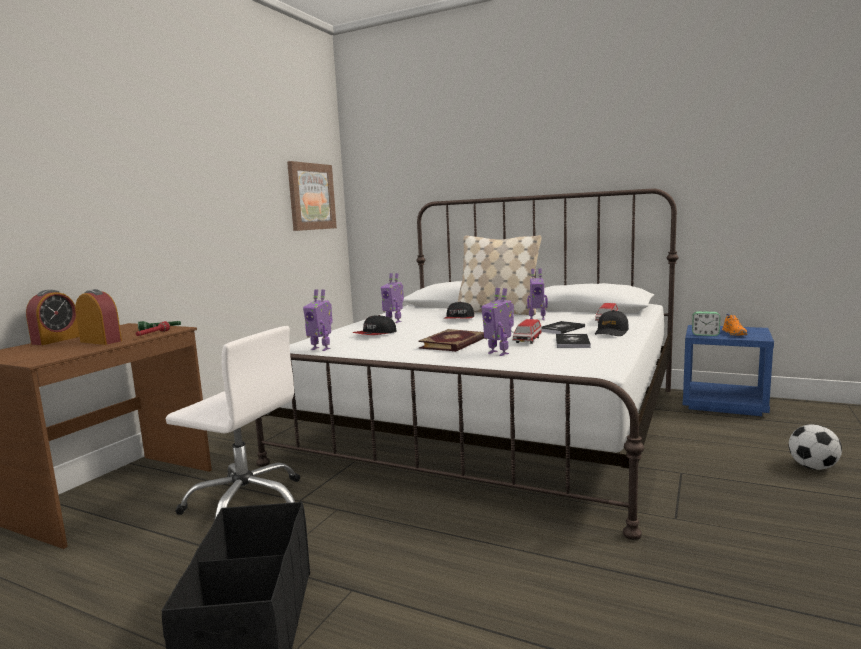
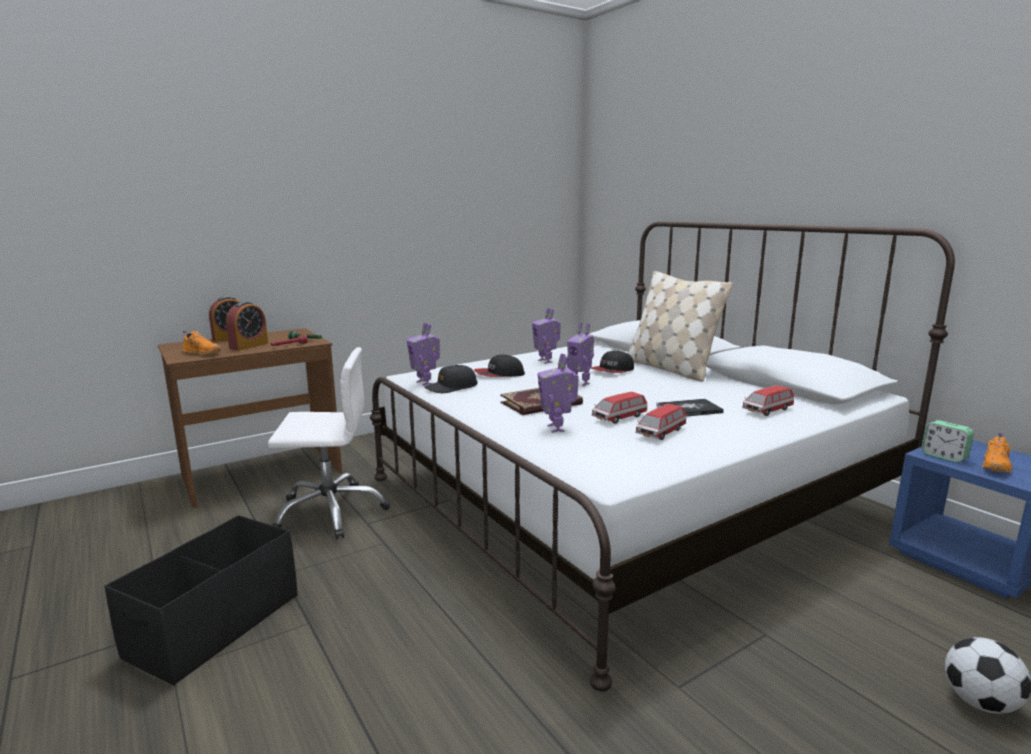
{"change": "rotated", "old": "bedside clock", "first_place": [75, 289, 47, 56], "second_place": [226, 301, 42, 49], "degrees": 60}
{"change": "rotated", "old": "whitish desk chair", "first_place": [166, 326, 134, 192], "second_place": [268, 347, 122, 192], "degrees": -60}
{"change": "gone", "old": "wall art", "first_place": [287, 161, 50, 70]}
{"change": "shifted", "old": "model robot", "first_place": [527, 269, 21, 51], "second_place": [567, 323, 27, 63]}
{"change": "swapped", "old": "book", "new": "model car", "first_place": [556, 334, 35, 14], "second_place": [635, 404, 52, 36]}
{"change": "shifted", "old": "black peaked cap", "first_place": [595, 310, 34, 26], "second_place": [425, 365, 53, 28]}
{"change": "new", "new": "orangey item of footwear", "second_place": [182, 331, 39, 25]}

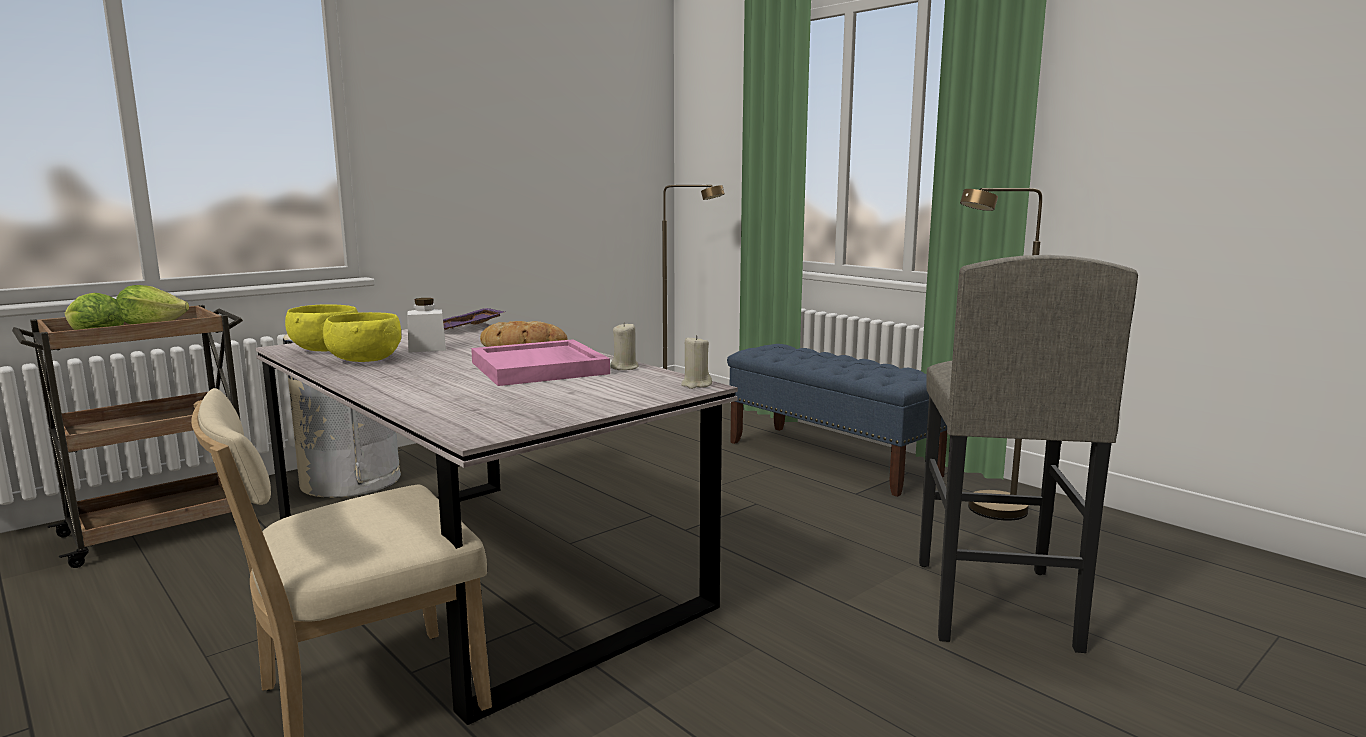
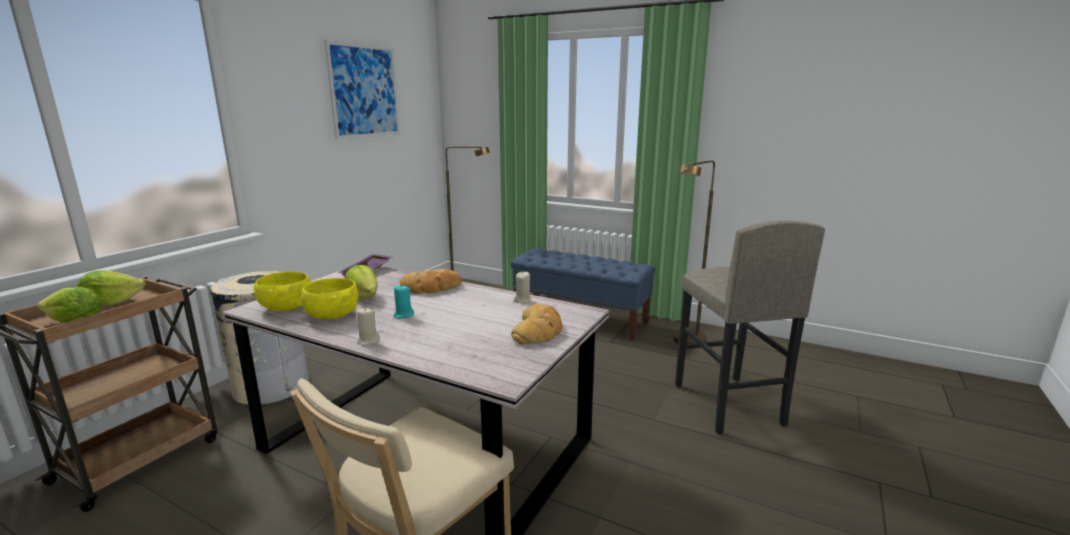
{"change": "swapped", "old": "whitish jar", "new": "lettuce", "first_place": [407, 298, 39, 55], "second_place": [345, 265, 33, 35]}
{"change": "gone", "old": "pinkish carrying tray", "first_place": [471, 339, 139, 47]}
{"change": "shifted", "old": "sand-coloured wax light", "first_place": [681, 335, 31, 54], "second_place": [356, 307, 24, 39]}
{"change": "new", "new": "wall art", "second_place": [324, 40, 76, 100]}
{"change": "new", "new": "turquoise-coloured wax light", "second_place": [394, 284, 20, 35]}
{"change": "new", "new": "baked bread", "second_place": [511, 304, 52, 41]}

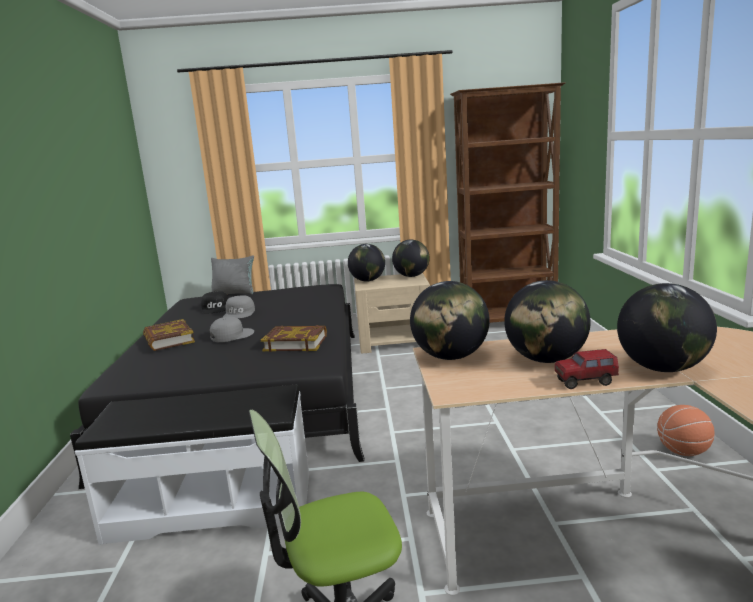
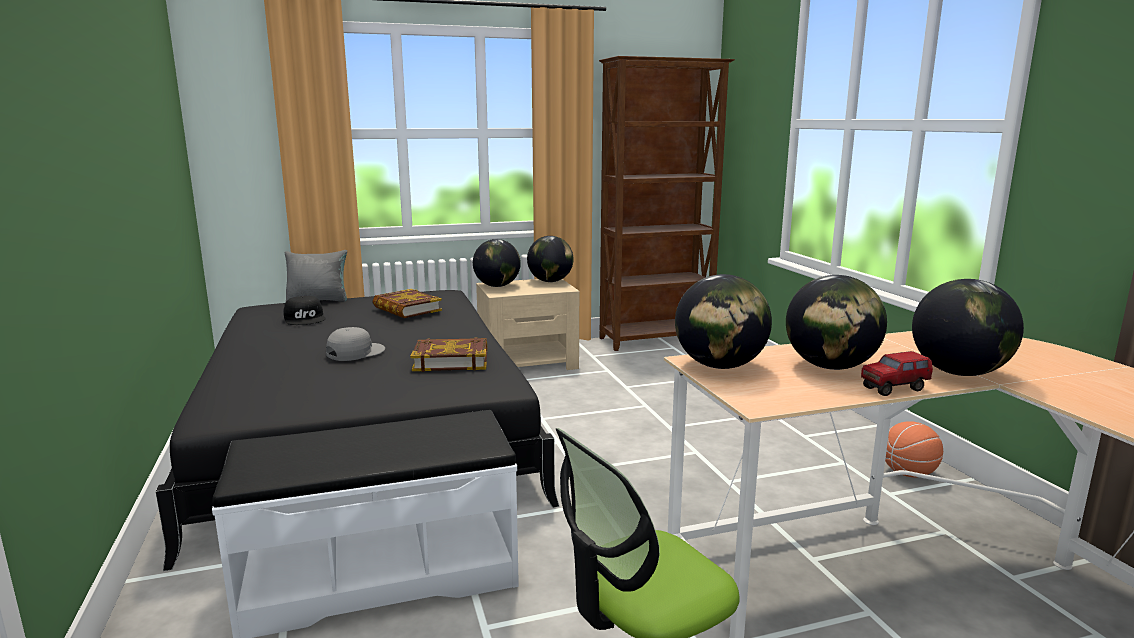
{"change": "shifted", "old": "book", "first_place": [143, 319, 52, 32], "second_place": [373, 289, 69, 29]}
{"change": "gone", "old": "greyish peaked cap", "first_place": [223, 296, 32, 23]}

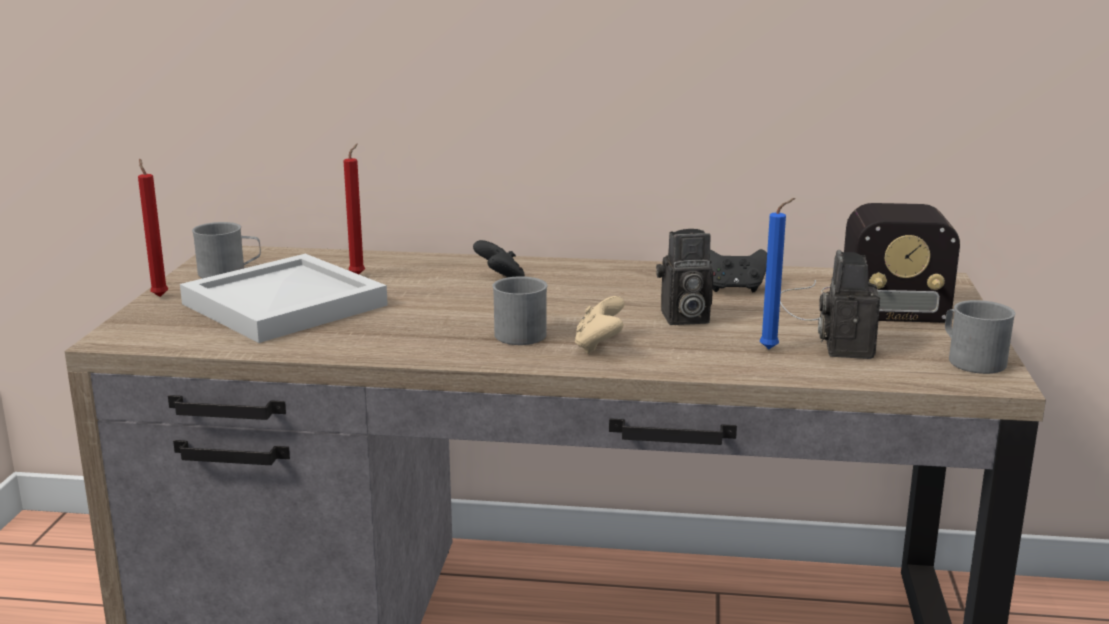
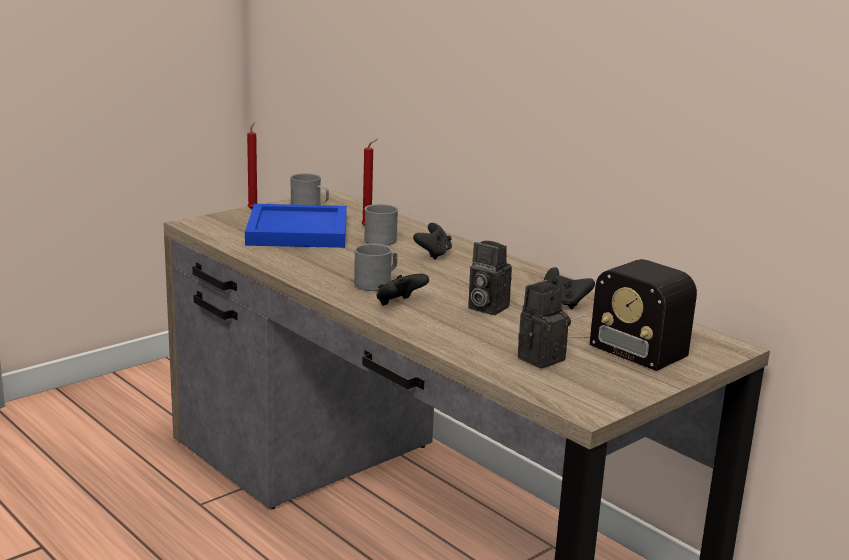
{"change": "repainted", "old": "whitish carrying tray", "new": "bluish carrying tray", "first_place": [180, 254, 208, 89], "second_place": [245, 204, 102, 44]}
{"change": "repainted", "old": "sand-coloured game controller", "new": "black game controller", "first_place": [575, 296, 50, 58], "second_place": [377, 274, 52, 32]}
{"change": "gone", "old": "bluish wax light", "first_place": [760, 198, 35, 151]}
{"change": "shifted", "old": "greyish mug", "first_place": [945, 300, 71, 74], "second_place": [365, 204, 33, 41]}

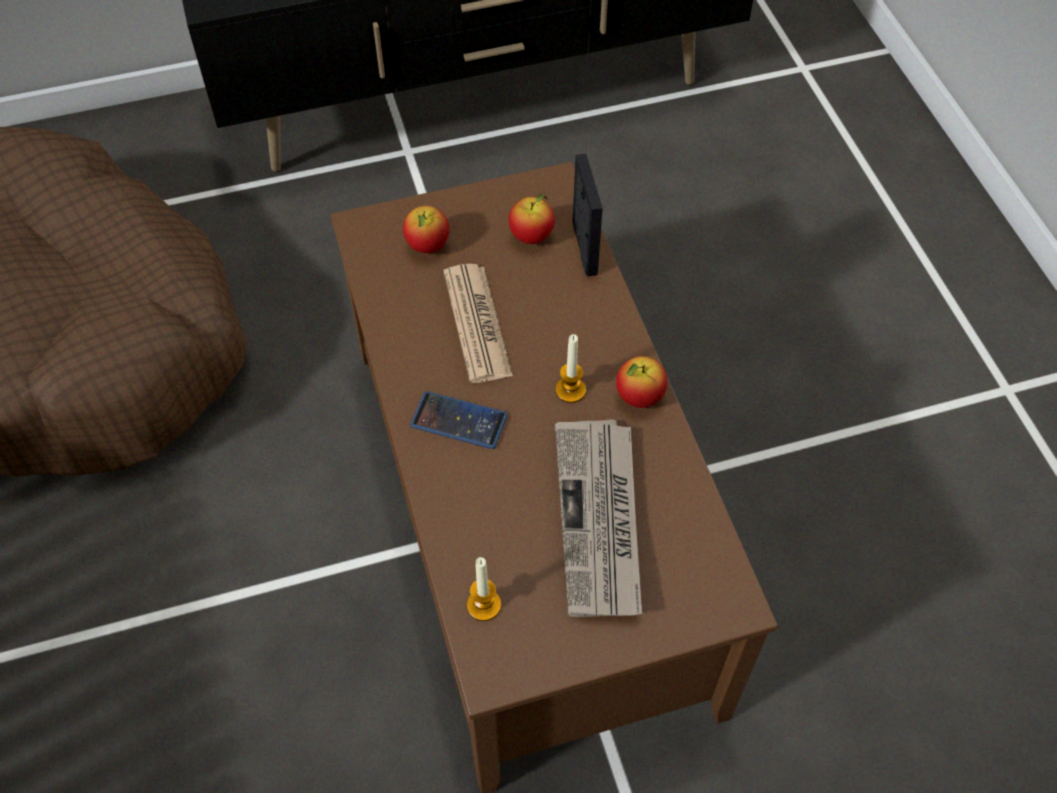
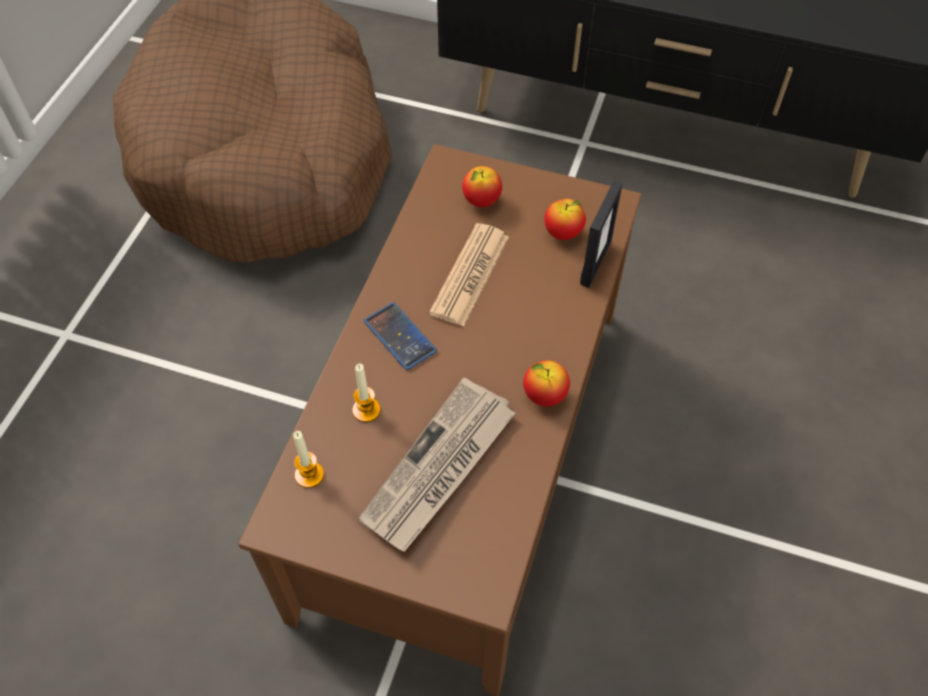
{"change": "shifted", "old": "wax light", "first_place": [555, 334, 31, 69], "second_place": [352, 364, 28, 58]}

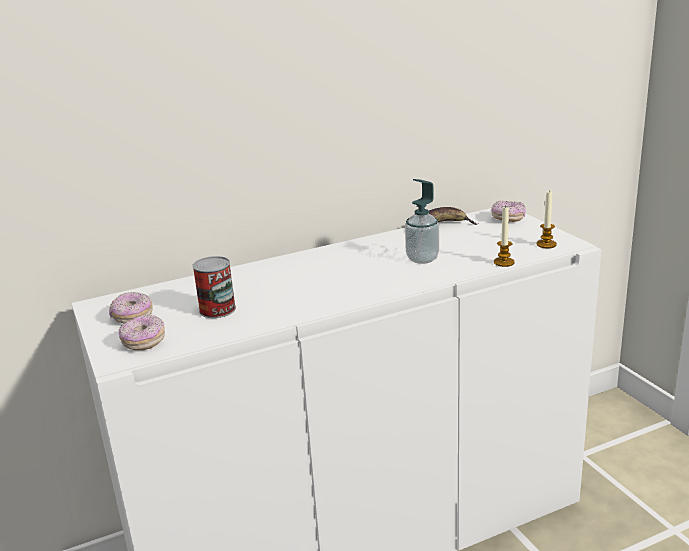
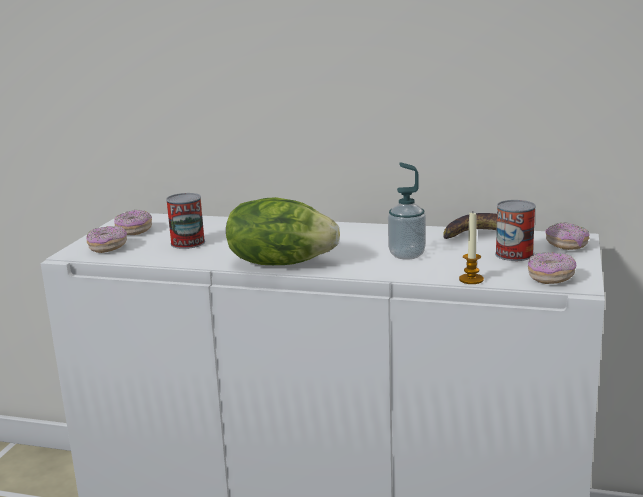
{"change": "swapped", "old": "wax light", "new": "doughnut", "first_place": [537, 189, 20, 59], "second_place": [528, 252, 49, 32]}
{"change": "new", "new": "lettuce", "second_place": [226, 197, 114, 68]}
{"change": "new", "new": "can", "second_place": [495, 200, 41, 61]}

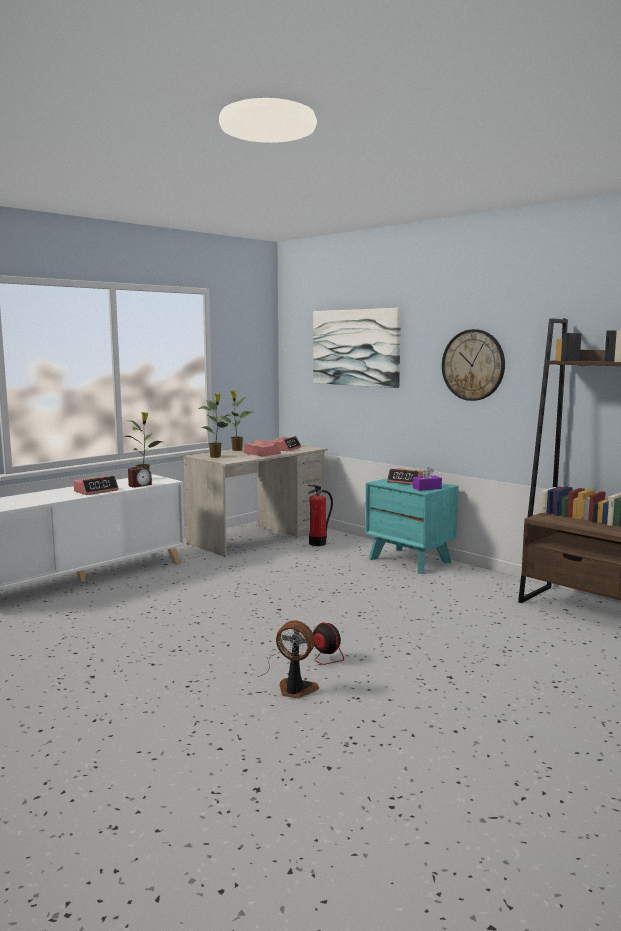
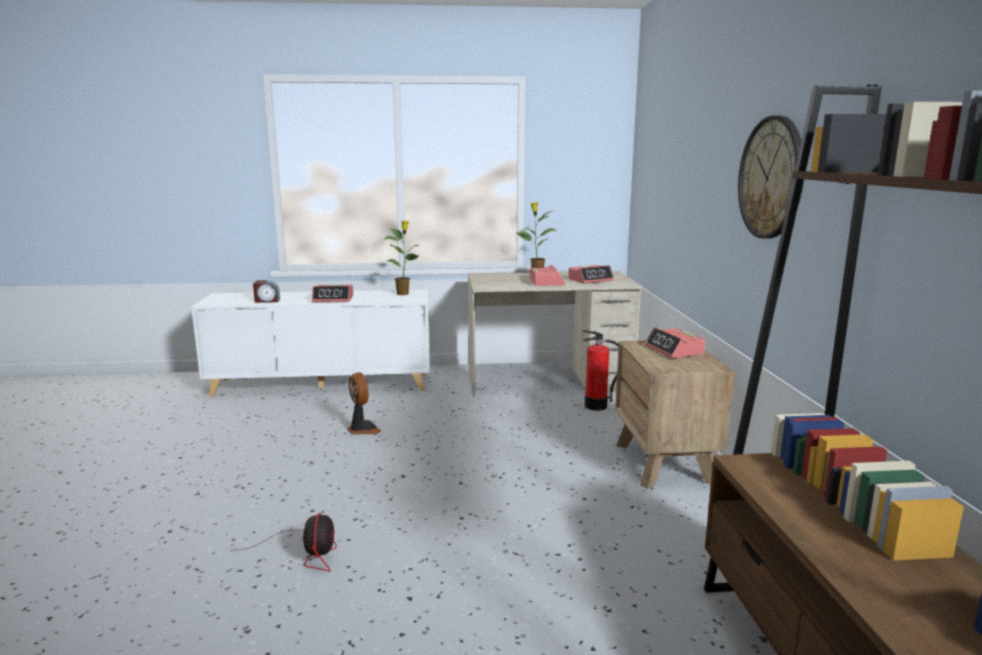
{"change": "shifted", "old": "bedside clock", "first_place": [128, 466, 24, 22], "second_place": [253, 280, 27, 23]}
{"change": "gone", "old": "houseplant", "first_place": [199, 394, 30, 64]}
{"change": "shifted", "old": "fan", "first_place": [276, 620, 43, 78], "second_place": [347, 372, 34, 62]}
{"change": "gone", "old": "wall art", "first_place": [313, 308, 88, 80]}
{"change": "repainted", "old": "turquoise-coloured night table", "new": "brownish night table", "first_place": [365, 478, 93, 96], "second_place": [615, 340, 120, 149]}
{"change": "gone", "old": "purplish box of tissues", "first_place": [413, 467, 29, 24]}

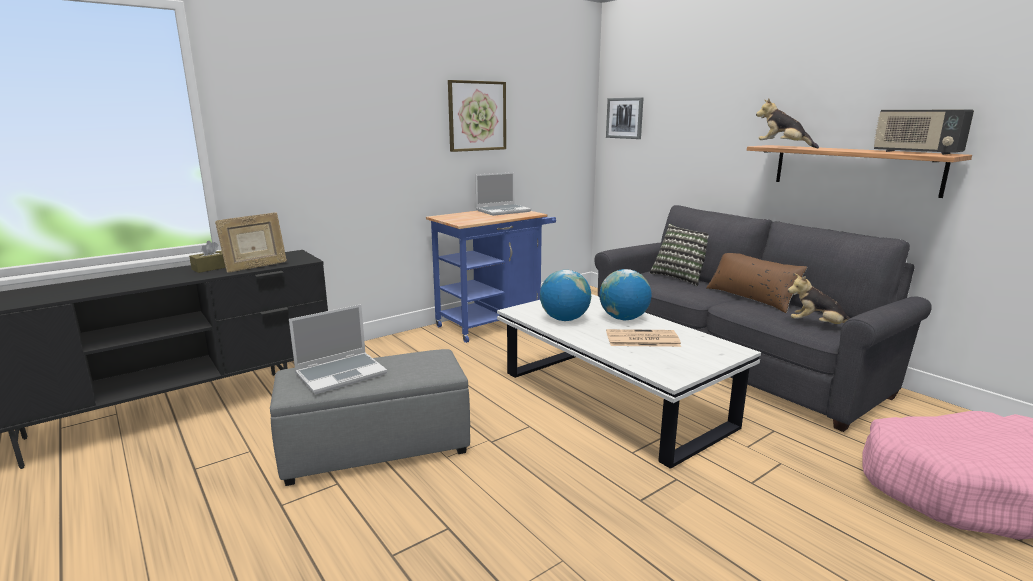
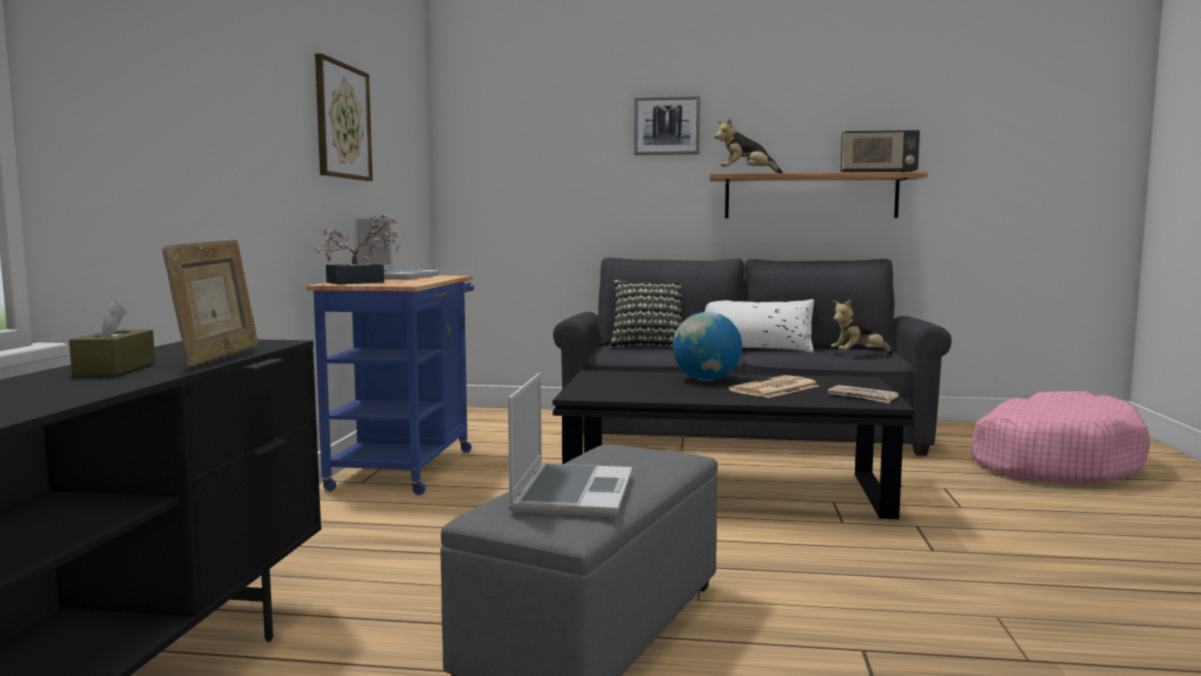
{"change": "repainted", "old": "whitish low table", "new": "black low table", "first_place": [497, 294, 264, 175], "second_place": [553, 371, 362, 148]}
{"change": "gone", "old": "globe", "first_place": [540, 270, 51, 51]}
{"change": "shifted", "old": "wall art", "first_place": [606, 97, 38, 42], "second_place": [634, 95, 67, 60]}
{"change": "repainted", "old": "brownish pillow", "new": "whitish pillow", "first_place": [706, 253, 101, 60], "second_place": [705, 299, 109, 54]}
{"change": "new", "new": "houseplant", "second_place": [315, 214, 85, 70]}
{"change": "new", "new": "printed paper", "second_place": [828, 385, 71, 19]}

